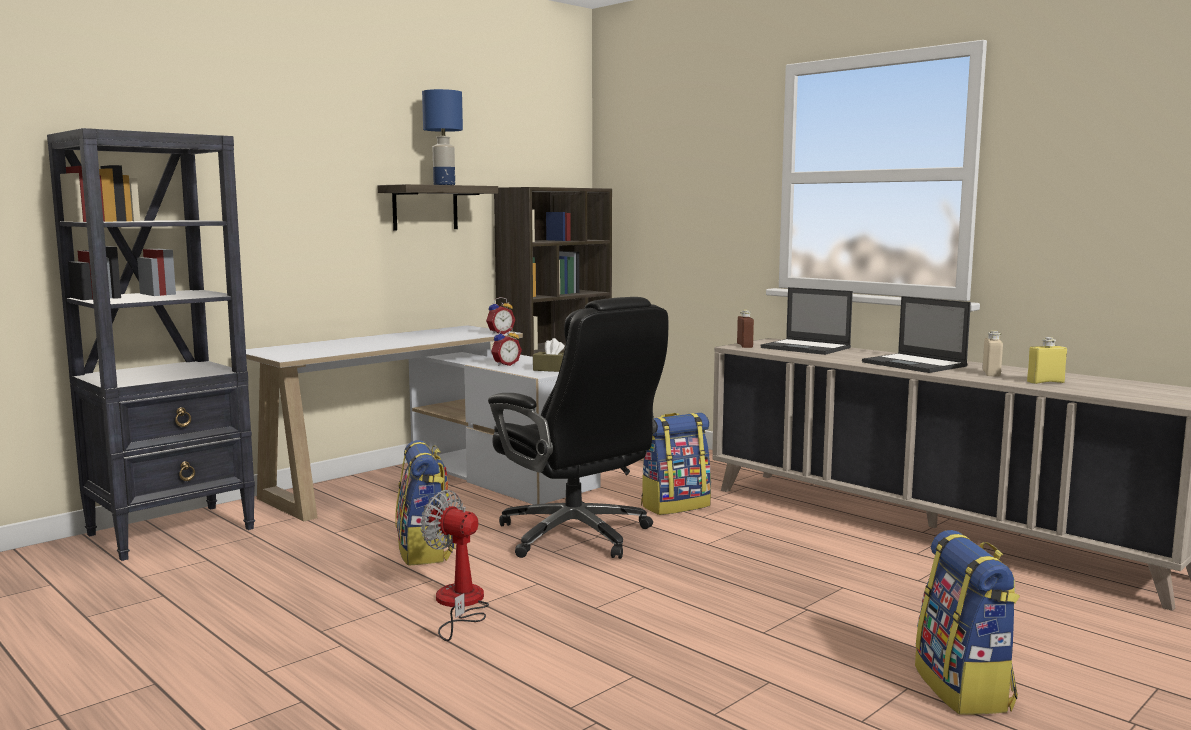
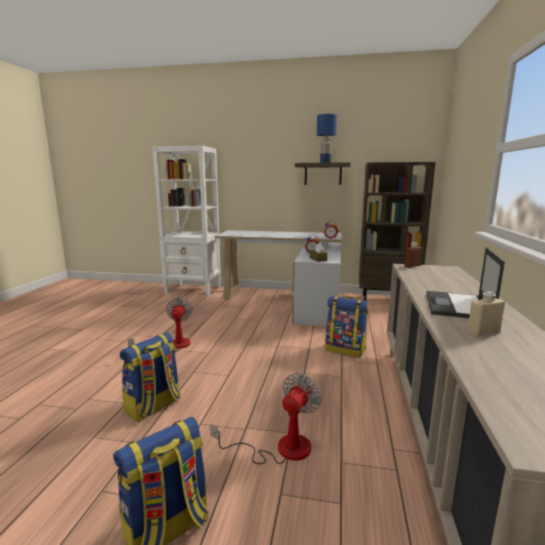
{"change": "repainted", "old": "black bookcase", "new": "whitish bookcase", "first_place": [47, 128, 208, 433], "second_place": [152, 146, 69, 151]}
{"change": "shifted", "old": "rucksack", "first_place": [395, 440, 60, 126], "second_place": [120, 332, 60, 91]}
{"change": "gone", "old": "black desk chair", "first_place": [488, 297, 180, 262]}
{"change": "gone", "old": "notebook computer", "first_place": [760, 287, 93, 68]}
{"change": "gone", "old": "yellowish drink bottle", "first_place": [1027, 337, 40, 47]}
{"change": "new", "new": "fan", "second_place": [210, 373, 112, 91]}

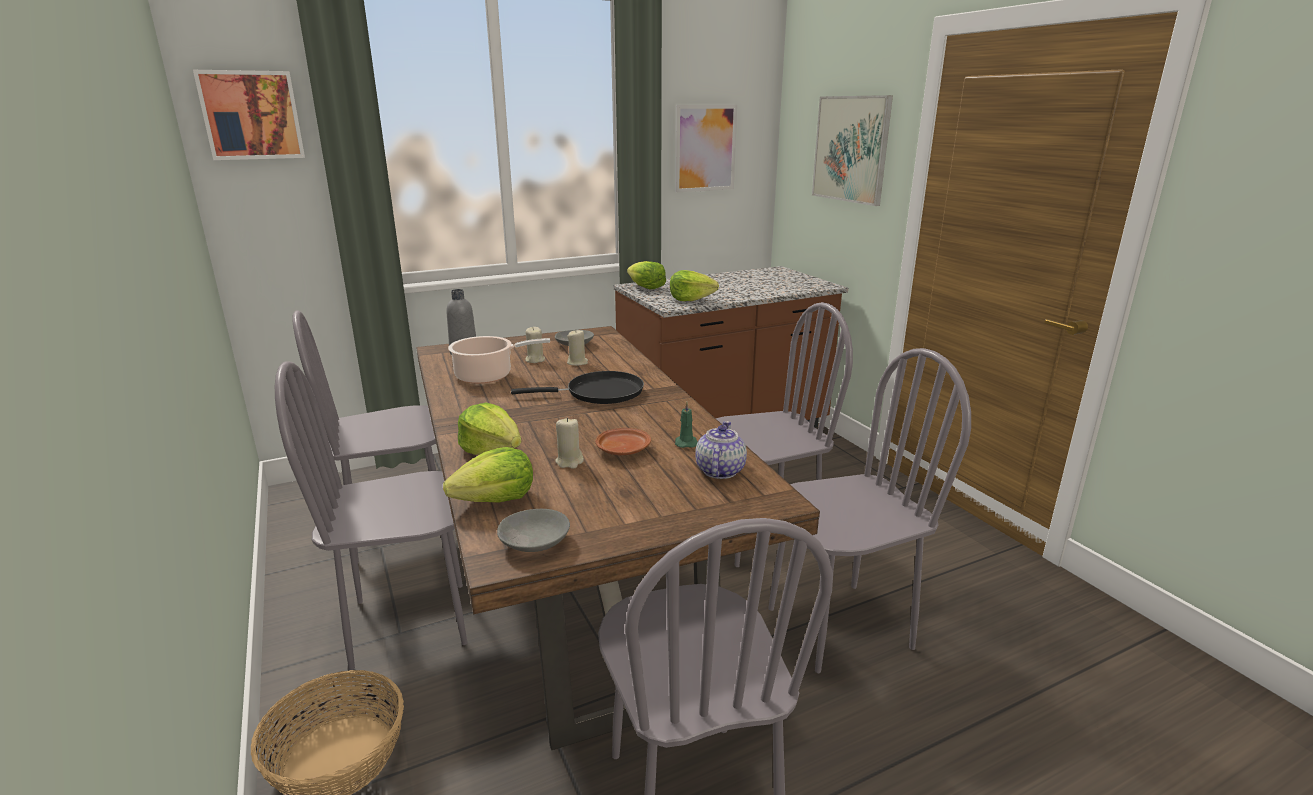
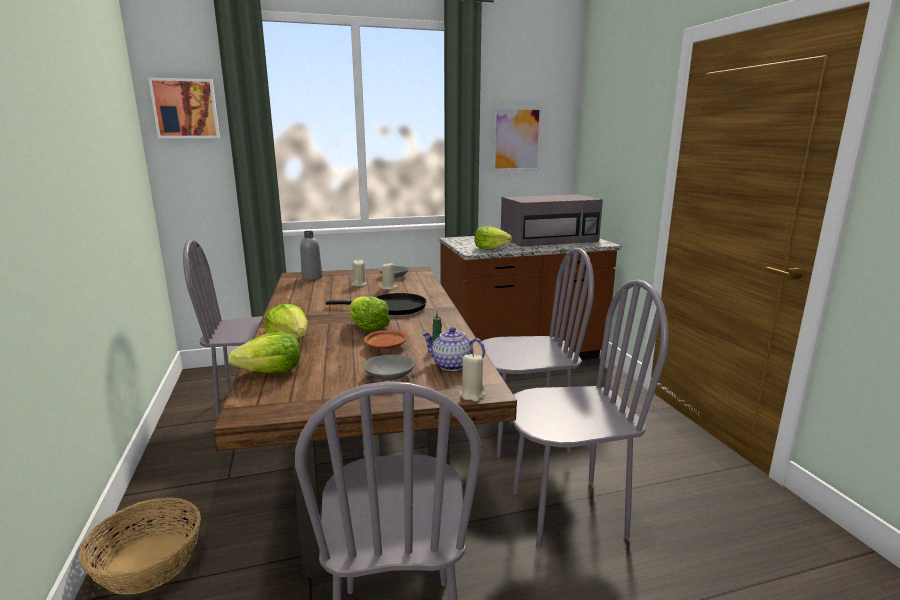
{"change": "gone", "old": "greyish chair", "first_place": [275, 361, 193, 309]}
{"change": "gone", "old": "cooking pot", "first_place": [448, 336, 102, 48]}
{"change": "shifted", "old": "greyish serving bowl", "first_place": [497, 509, 73, 43], "second_place": [364, 355, 51, 25]}
{"change": "shifted", "old": "sand-coloured wax light", "first_place": [555, 417, 29, 52], "second_place": [459, 353, 27, 49]}
{"change": "shifted", "old": "lettuce", "first_place": [627, 261, 39, 28], "second_place": [350, 296, 40, 35]}
{"change": "rotated", "old": "teapot", "first_place": [695, 421, 52, 58], "second_place": [421, 327, 64, 44], "degrees": -90}
{"change": "gone", "old": "wall art", "first_place": [812, 95, 81, 111]}
{"change": "new", "new": "greyish kitchen microwave", "second_place": [501, 194, 102, 53]}

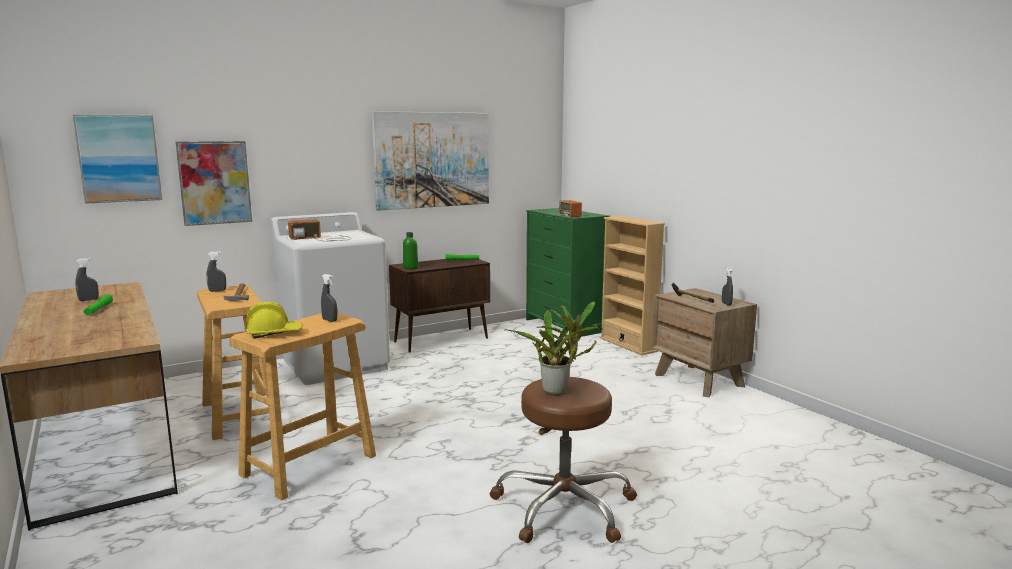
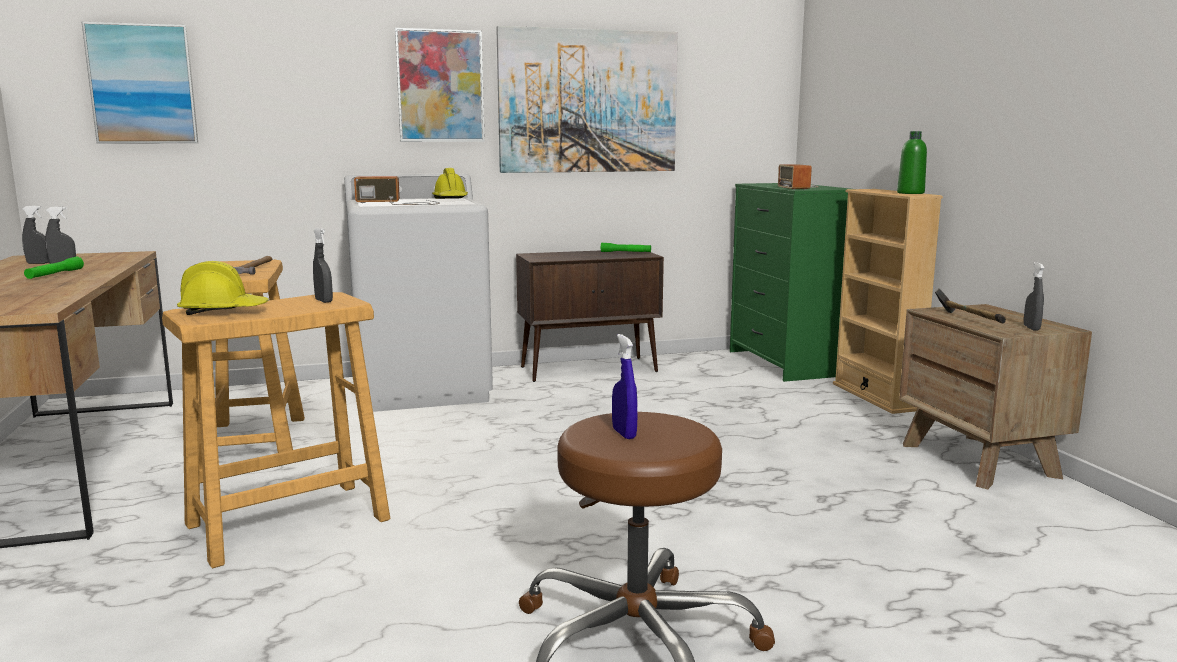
{"change": "shifted", "old": "wall art", "first_place": [176, 141, 76, 85], "second_place": [395, 28, 90, 114]}
{"change": "shifted", "old": "greyish hand sprayer", "first_place": [207, 251, 19, 41], "second_place": [22, 206, 27, 58]}
{"change": "shifted", "old": "greenish drink bottle", "first_place": [403, 232, 15, 37], "second_place": [897, 131, 30, 63]}
{"change": "swapped", "old": "houseplant", "new": "bluish hand sprayer", "first_place": [508, 301, 95, 94], "second_place": [612, 334, 26, 105]}
{"change": "new", "new": "yellowish hard hat", "second_place": [432, 168, 36, 31]}

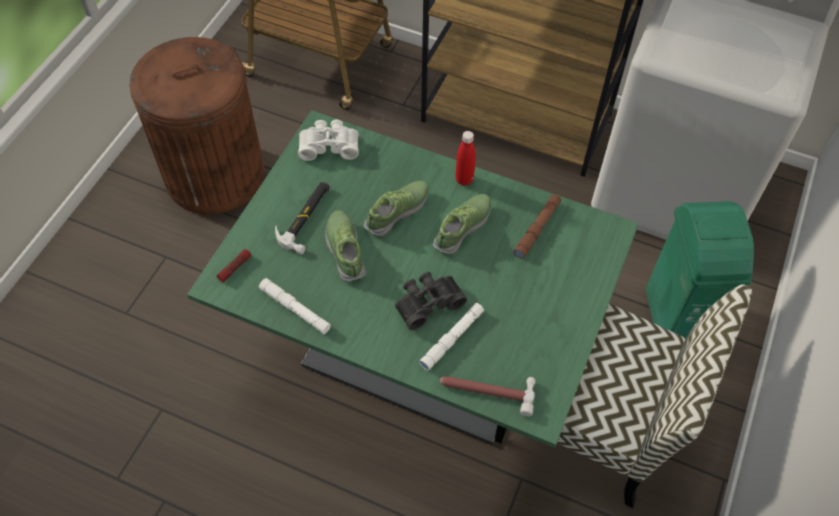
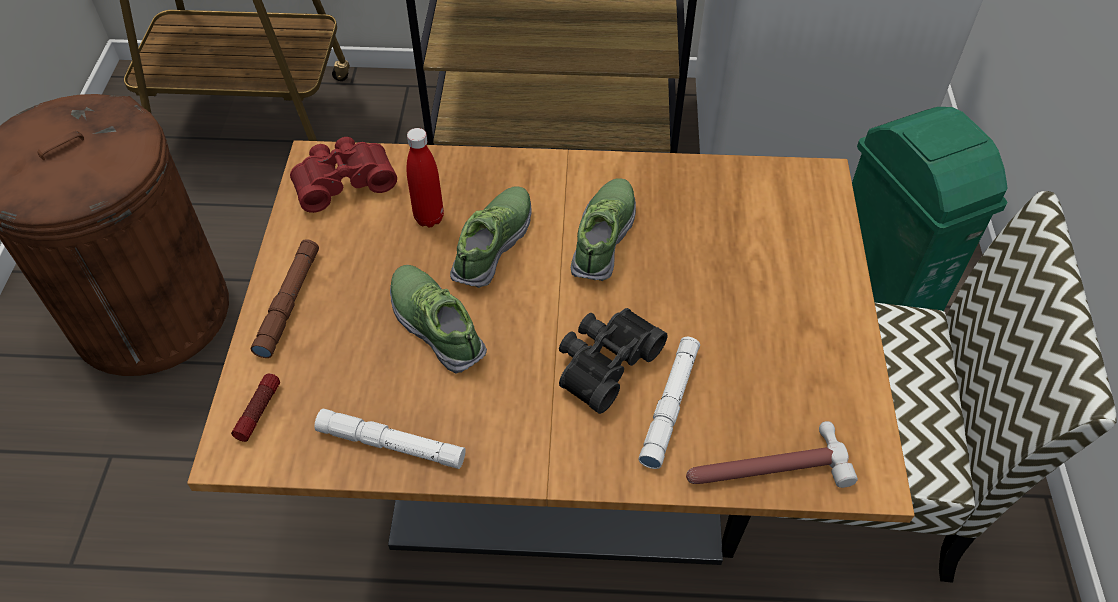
{"change": "repainted", "old": "greenish kitchen table", "new": "brownish kitchen table", "first_place": [187, 110, 452, 338], "second_place": [187, 140, 728, 425]}
{"change": "gone", "old": "hand hammer", "first_place": [275, 182, 56, 73]}
{"change": "repainted", "old": "whitish pair of binoculars", "new": "red pair of binoculars", "first_place": [298, 120, 61, 41], "second_place": [290, 137, 107, 76]}
{"change": "shifted", "old": "red drink bottle", "first_place": [455, 131, 21, 55], "second_place": [407, 128, 37, 99]}
{"change": "shifted", "old": "brownish flashlight", "first_place": [513, 194, 48, 65], "second_place": [251, 239, 68, 119]}

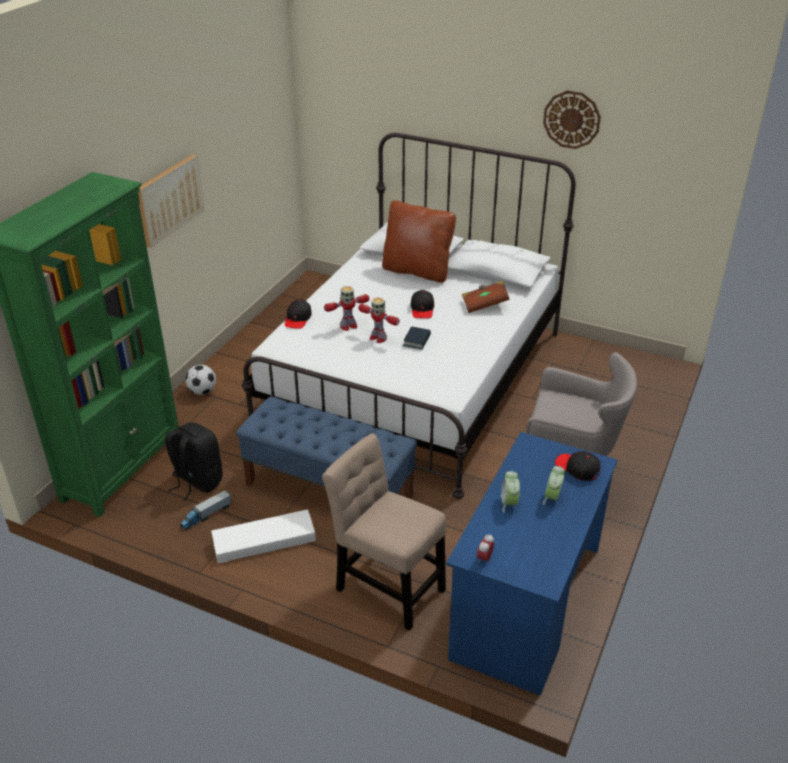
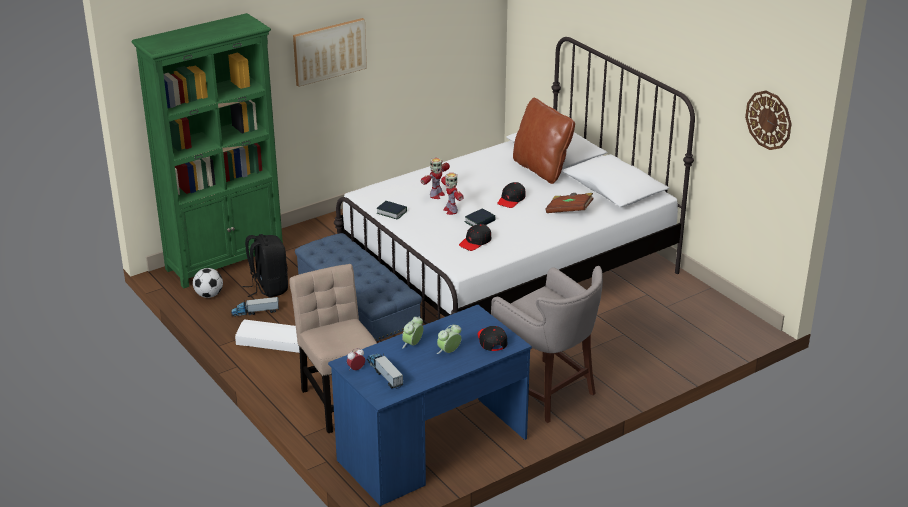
{"change": "shifted", "old": "football ball", "first_place": [185, 365, 31, 30], "second_place": [193, 268, 30, 30]}
{"change": "shifted", "old": "black peaked cap", "first_place": [285, 300, 27, 29], "second_place": [459, 224, 32, 27]}
{"change": "rotated", "old": "model robot", "first_place": [324, 286, 46, 45], "second_place": [421, 158, 29, 41], "degrees": -60}
{"change": "shifted", "old": "clock on the wall", "first_place": [543, 91, 58, 58], "second_place": [745, 90, 47, 60]}
{"change": "new", "new": "toy lorry", "second_place": [367, 354, 36, 35]}
{"change": "new", "new": "book", "second_place": [377, 201, 30, 19]}

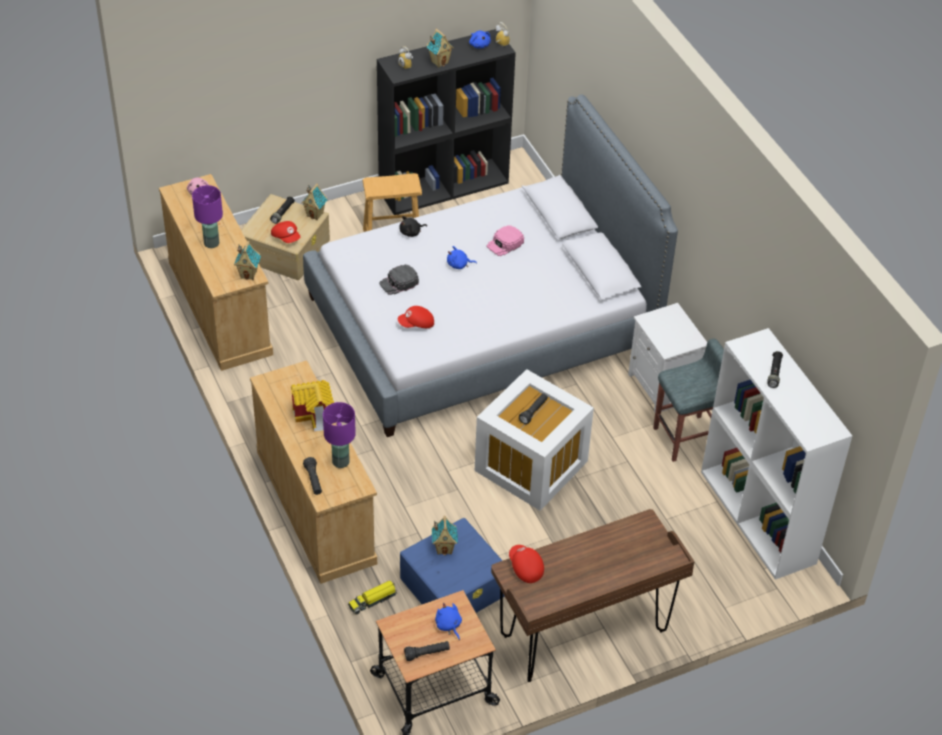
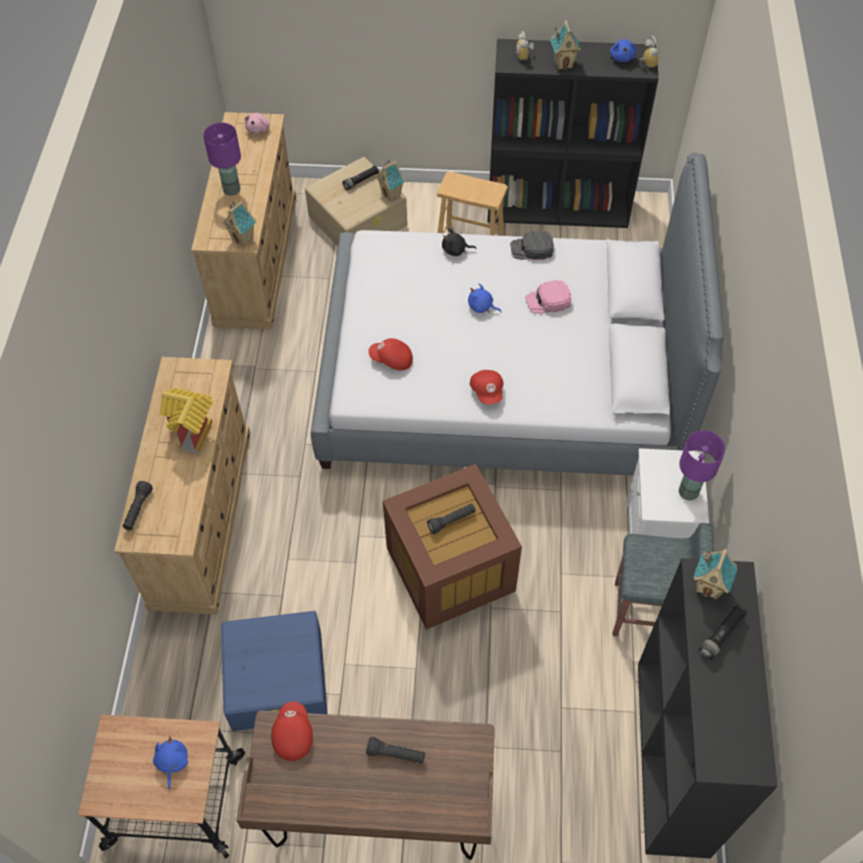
{"change": "shifted", "old": "red peaked cap", "first_place": [271, 221, 29, 22], "second_place": [470, 370, 34, 34]}
{"change": "shifted", "old": "purplish tabletop lamp", "first_place": [323, 402, 33, 66], "second_place": [679, 430, 47, 70]}
{"change": "gone", "old": "toy lorry", "first_place": [348, 580, 49, 34]}
{"change": "shifted", "old": "black peaked cap", "first_place": [379, 264, 40, 31], "second_place": [510, 230, 44, 30]}
{"change": "shifted", "old": "black flashlight", "first_place": [404, 641, 46, 20], "second_place": [366, 737, 59, 27]}
{"change": "shifted", "old": "toy house", "first_place": [432, 516, 26, 39], "second_place": [693, 549, 45, 50]}
{"change": "repainted", "old": "whitish storage container", "new": "brownish storage container", "first_place": [475, 369, 119, 142], "second_place": [383, 464, 139, 166]}
{"change": "repainted", "old": "whitish bookcase", "new": "black bookcase", "first_place": [701, 328, 151, 252], "second_place": [638, 558, 140, 300]}

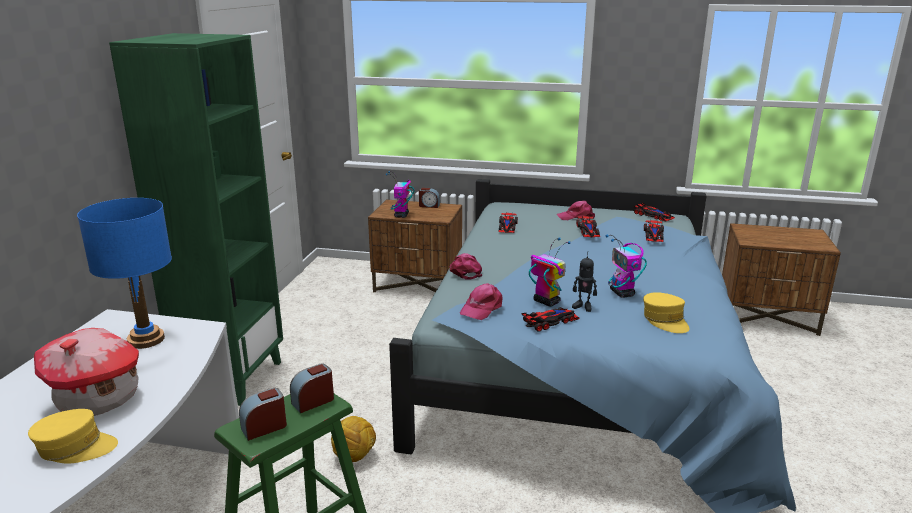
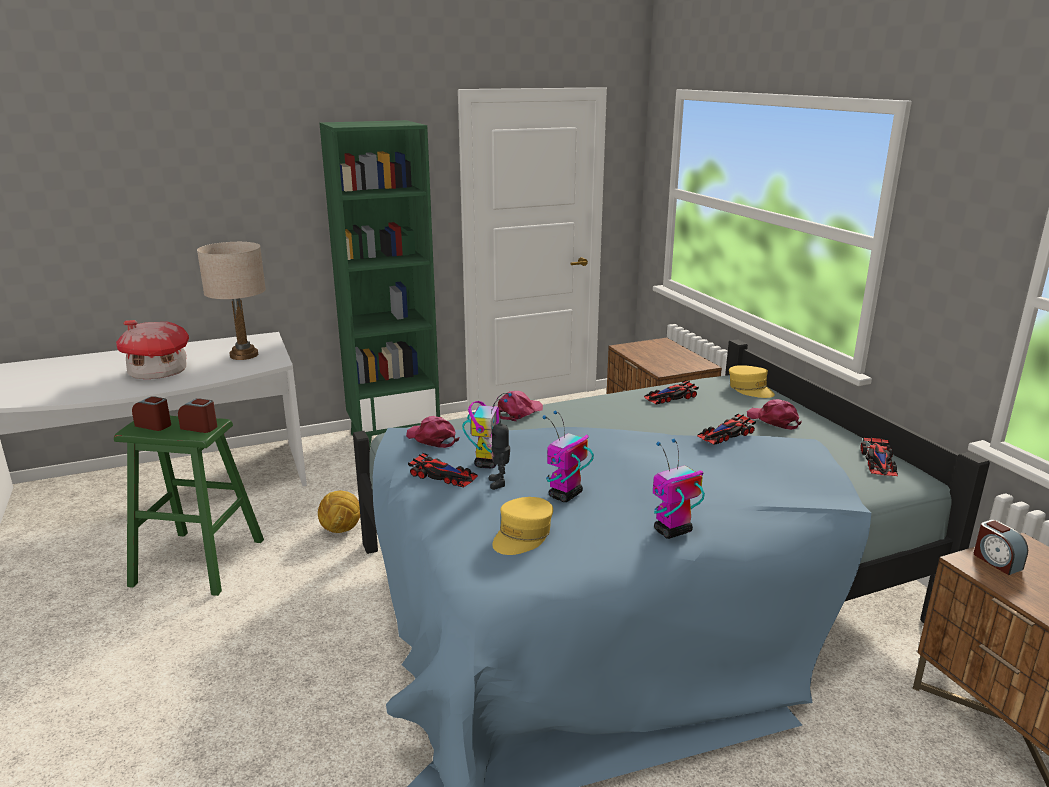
{"change": "shifted", "old": "yellowish peaked cap", "first_place": [28, 409, 90, 55], "second_place": [729, 365, 46, 33]}
{"change": "repainted", "old": "bluish tabletop lamp", "new": "sand-coloured tabletop lamp", "first_place": [77, 198, 95, 151], "second_place": [197, 242, 69, 118]}
{"change": "shifted", "old": "model robot", "first_place": [386, 171, 29, 47], "second_place": [653, 439, 52, 100]}
{"change": "shifted", "old": "bedside clock", "first_place": [419, 188, 21, 20], "second_place": [974, 520, 54, 55]}
{"change": "rotated", "old": "pinkish peaked cap", "first_place": [460, 283, 43, 37], "second_place": [406, 416, 53, 32], "degrees": 45}
{"change": "gone", "old": "model car", "first_place": [644, 220, 20, 22]}

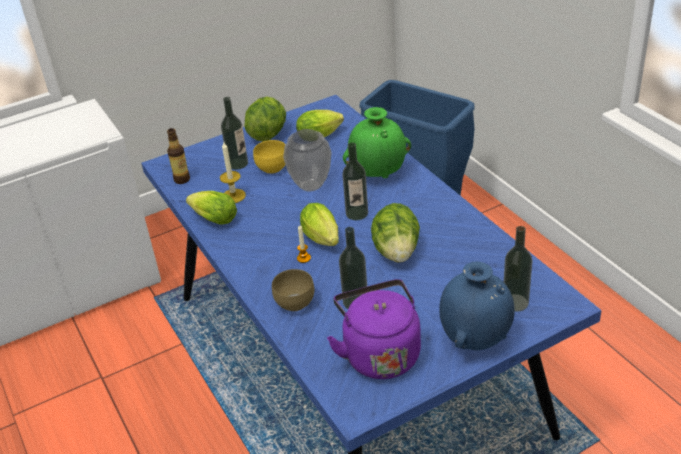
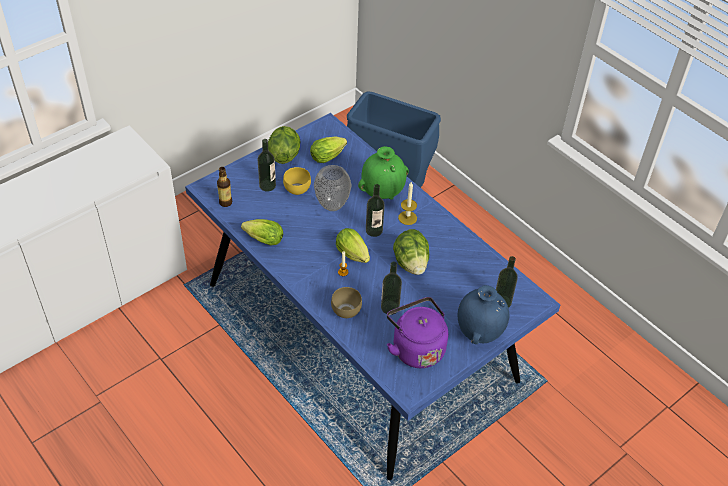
{"change": "shifted", "old": "wax light", "first_place": [220, 142, 26, 61], "second_place": [398, 182, 19, 43]}

